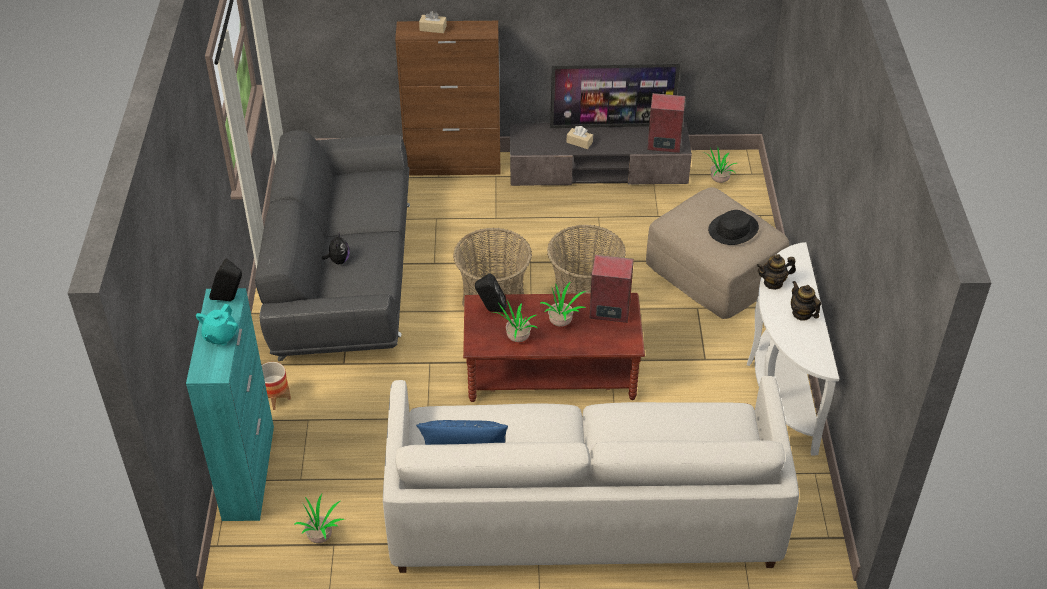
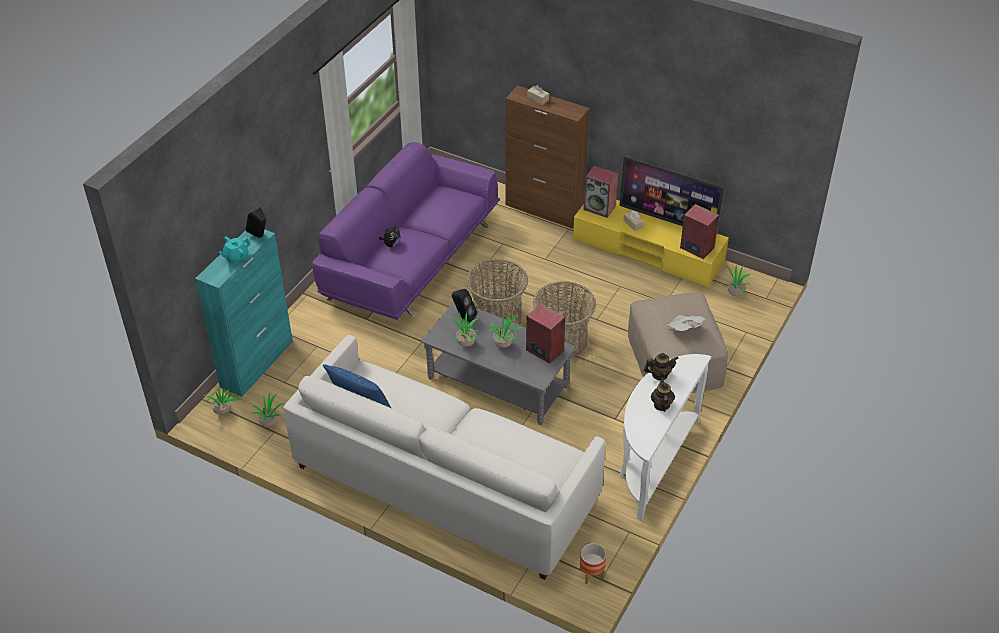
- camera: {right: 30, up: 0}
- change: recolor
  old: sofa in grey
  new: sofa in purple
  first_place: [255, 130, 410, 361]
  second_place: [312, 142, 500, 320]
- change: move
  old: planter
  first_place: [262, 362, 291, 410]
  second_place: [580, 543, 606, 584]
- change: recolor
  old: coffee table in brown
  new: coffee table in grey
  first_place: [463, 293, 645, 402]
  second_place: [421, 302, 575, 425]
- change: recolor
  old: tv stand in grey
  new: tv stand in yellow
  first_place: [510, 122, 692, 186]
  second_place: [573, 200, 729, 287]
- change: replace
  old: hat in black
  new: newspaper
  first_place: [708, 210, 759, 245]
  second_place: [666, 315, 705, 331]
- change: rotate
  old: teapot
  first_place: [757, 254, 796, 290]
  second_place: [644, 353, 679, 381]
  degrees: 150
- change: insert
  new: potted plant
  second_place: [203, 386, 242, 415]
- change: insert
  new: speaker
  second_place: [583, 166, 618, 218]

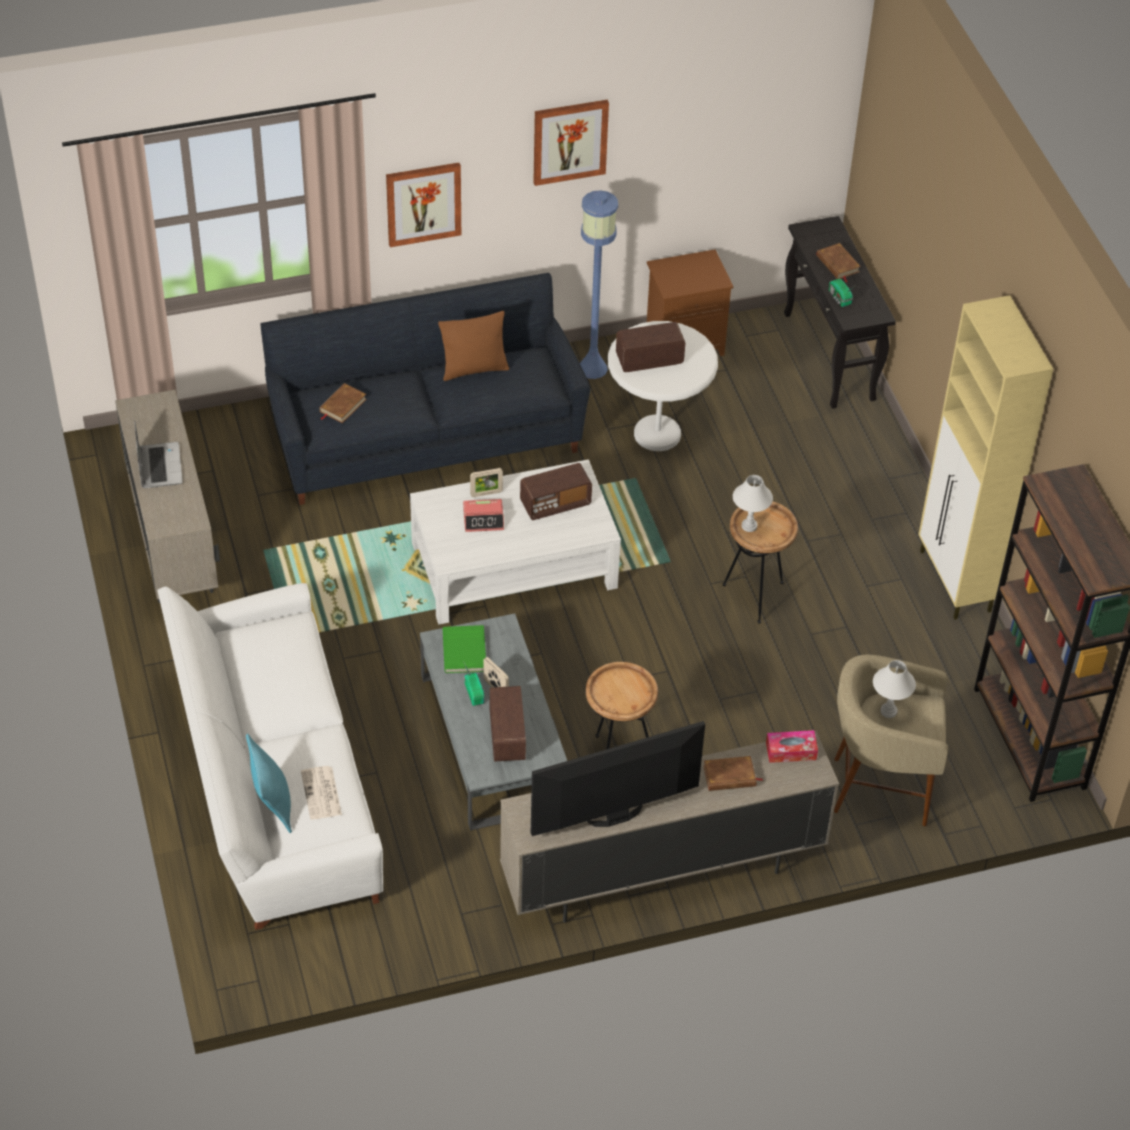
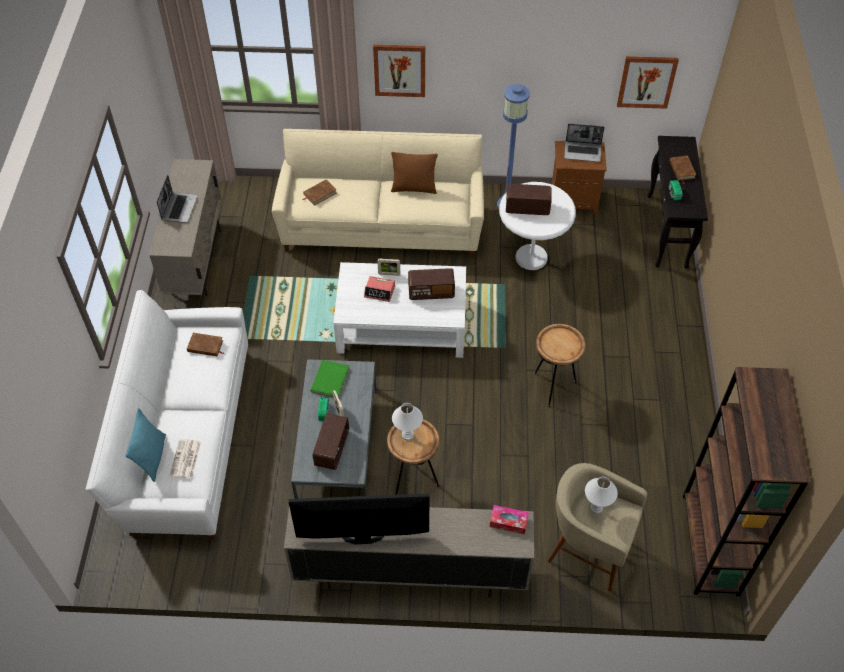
- camera: {right: 20, up: 5}
- change: recolor
  old: sofa in black
  new: sofa in beige
  first_place: [260, 273, 590, 505]
  second_place: [272, 129, 484, 258]
- change: move
  old: picture
  first_place: [533, 100, 609, 186]
  second_place: [617, 56, 679, 109]
- change: move
  old: book in brown
  first_place: [703, 756, 763, 791]
  second_place: [187, 333, 224, 356]
- change: move
  old: table lamp in white
  first_place: [733, 475, 773, 532]
  second_place: [392, 403, 423, 441]
- change: delete
  old: cabinet in beige
  first_place: [918, 295, 1053, 620]
- change: insert
  new: laptop
  second_place: [564, 123, 605, 162]

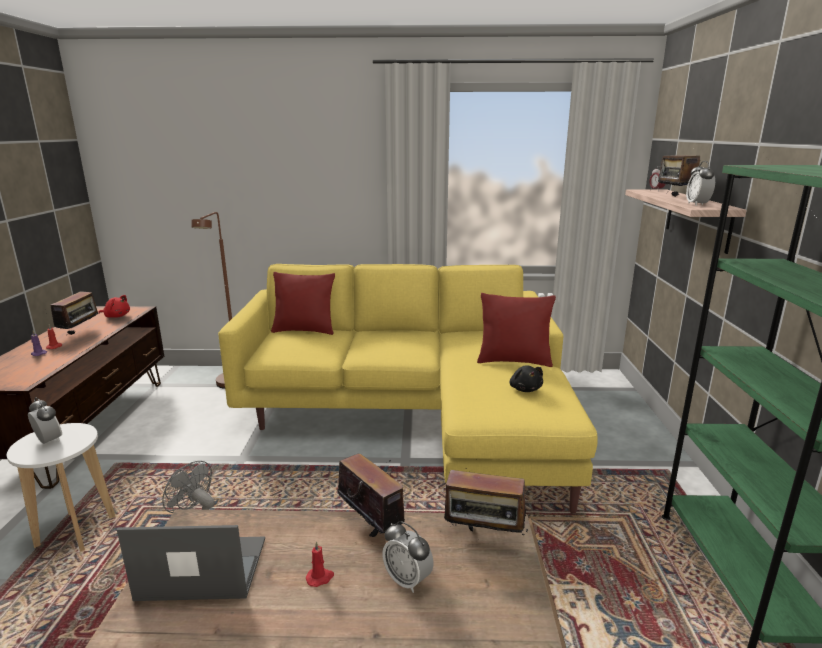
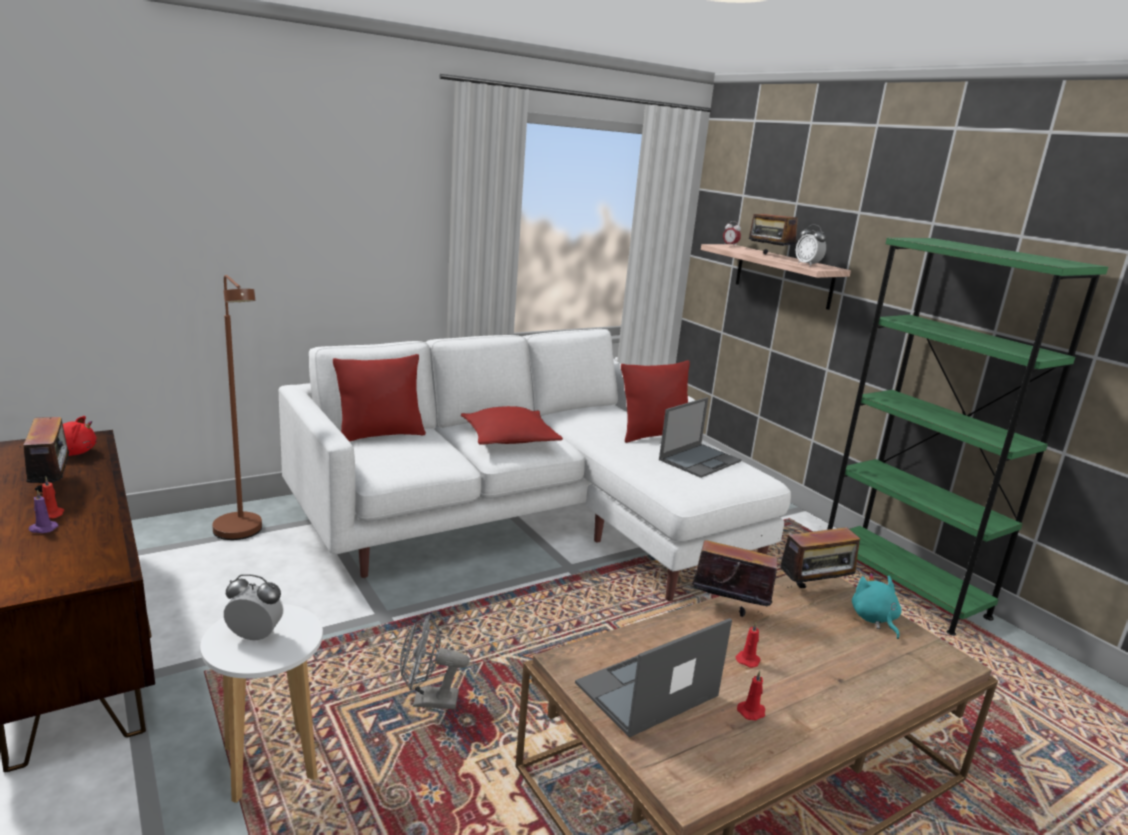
- camera: {right: -35, up: 0}
- change: recolor
  old: sofa in yellow
  new: sofa in white
  first_place: [218, 264, 598, 513]
  second_place: [279, 329, 791, 601]
- change: delete
  old: alarm clock
  first_place: [382, 521, 434, 593]
- change: replace
  old: plush toy in black
  new: laptop
  first_place: [510, 365, 543, 392]
  second_place: [659, 397, 741, 478]
- change: insert
  new: pillow in red
  second_place: [461, 406, 563, 445]
- change: insert
  new: candle in red
  second_place: [737, 671, 765, 721]
- change: insert
  new: plush toy in turquoise
  second_place: [852, 573, 902, 639]

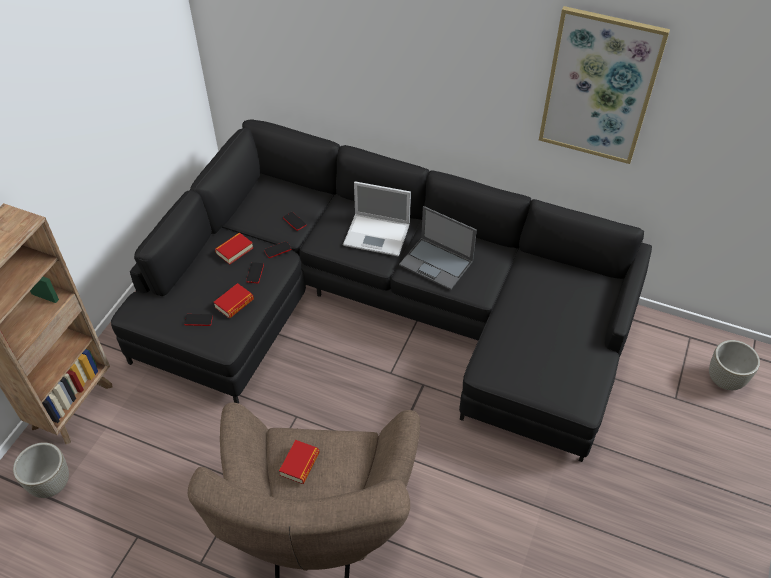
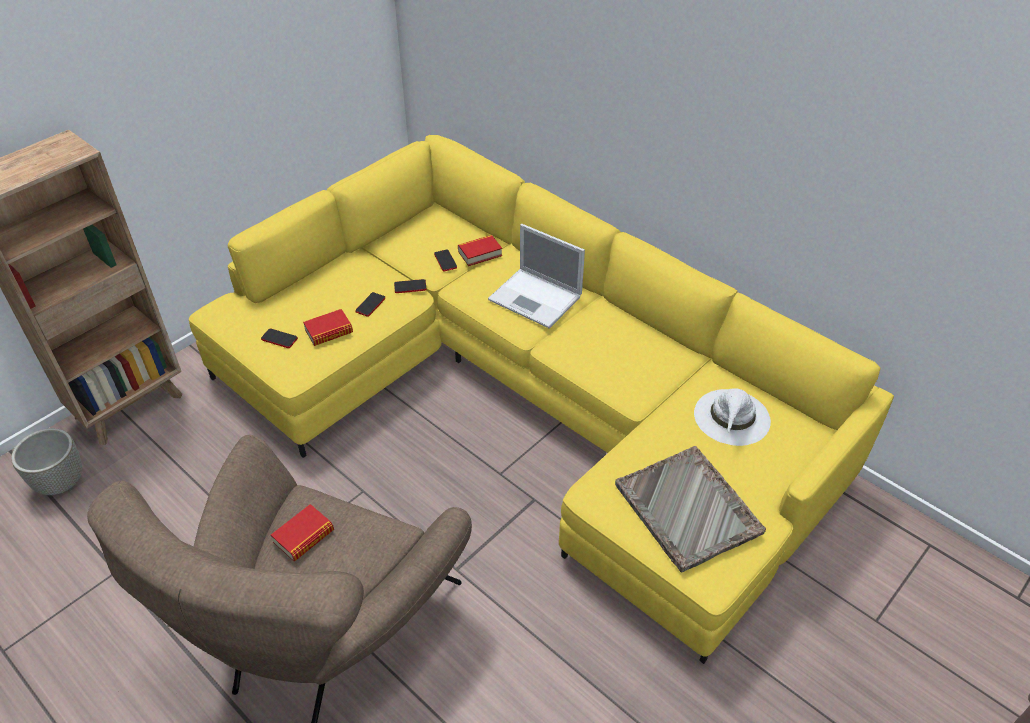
- camera: {right: 20, up: -5}
- change: recolor
  old: sofa in black
  new: sofa in yellow
  first_place: [111, 119, 652, 462]
  second_place: [189, 135, 894, 664]
- change: move
  old: book
  first_place: [215, 233, 253, 265]
  second_place: [458, 235, 502, 266]
- change: delete
  old: laptop
  first_place: [399, 206, 477, 290]
- change: delete
  old: picture
  first_place: [539, 6, 670, 164]
- change: delete
  old: planter in grey
  first_place: [709, 340, 760, 390]
- change: insert
  new: tray in grey
  second_place: [615, 446, 766, 572]
- change: insert
  new: hat in white
  second_place: [694, 388, 771, 446]

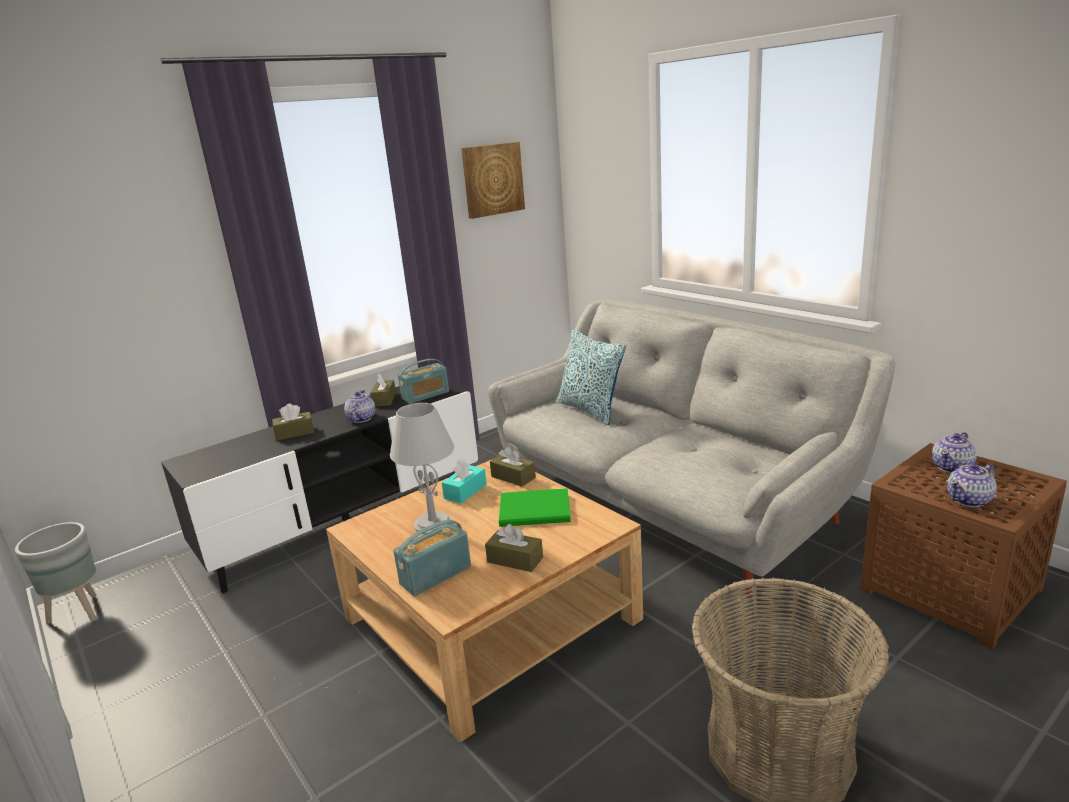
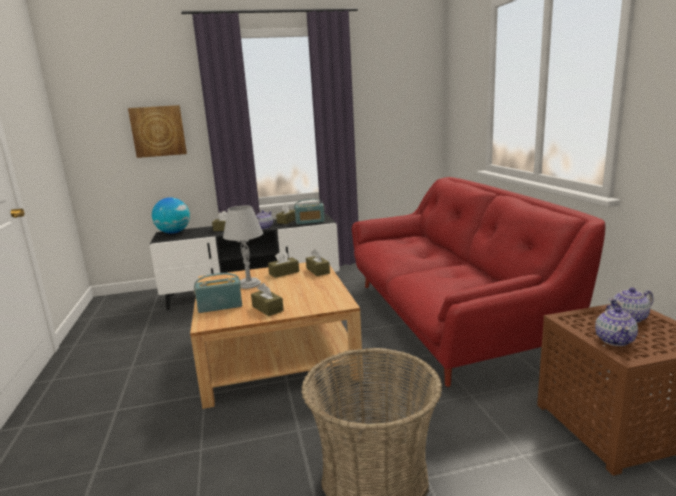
- camera: {right: 25, up: -5}
- change: delete
  old: planter in grey
  first_place: [15, 522, 96, 624]
- change: recolor
  old: tissue box in turquoise
  new: tissue box in brown
  first_place: [442, 459, 487, 503]
  second_place: [268, 250, 299, 278]
- change: move
  old: picture
  first_place: [461, 142, 525, 219]
  second_place: [128, 105, 187, 158]
- change: recolor
  old: sofa in grey
  new: sofa in red
  first_place: [488, 299, 895, 597]
  second_place: [352, 177, 605, 387]
- change: delete
  old: book in green
  first_place: [499, 488, 571, 527]
- change: delete
  old: pillow
  first_place: [557, 330, 626, 425]
- change: rotate
  old: teapot
  first_place: [947, 463, 997, 507]
  second_place: [595, 305, 638, 346]
  degrees: -75
- change: insert
  new: globe
  second_place: [152, 197, 190, 234]

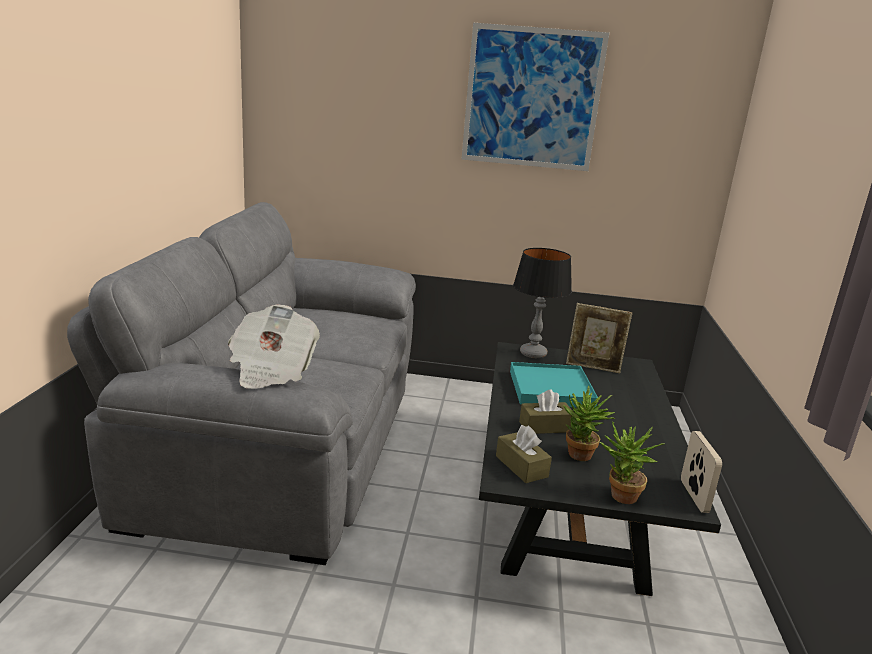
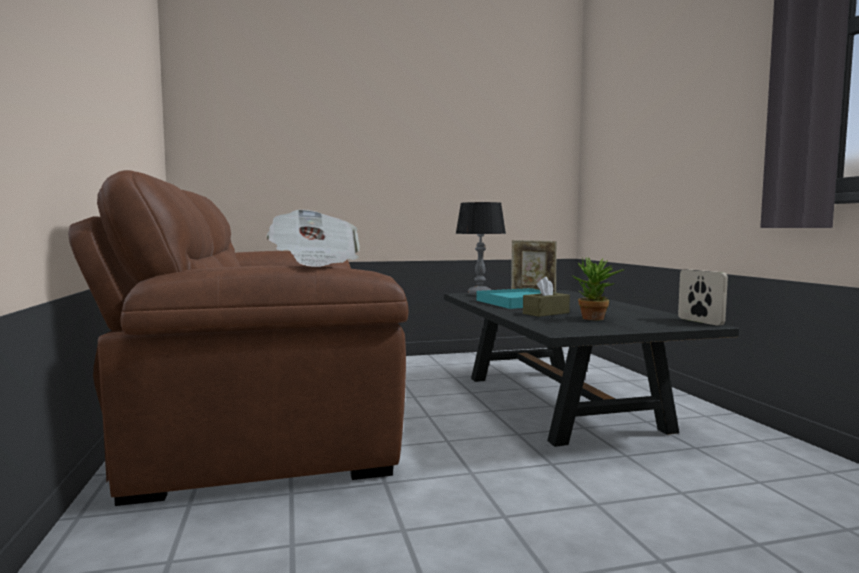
- camera: {right: -20, up: -15}
- change: recolor
  old: sofa in grey
  new: sofa in brown
  first_place: [67, 202, 416, 565]
  second_place: [68, 170, 409, 506]
- change: delete
  old: picture
  first_place: [461, 23, 609, 171]
- change: delete
  old: tissue box in brown
  first_place: [496, 425, 552, 483]
- change: delete
  old: potted plant
  first_place: [600, 421, 664, 504]

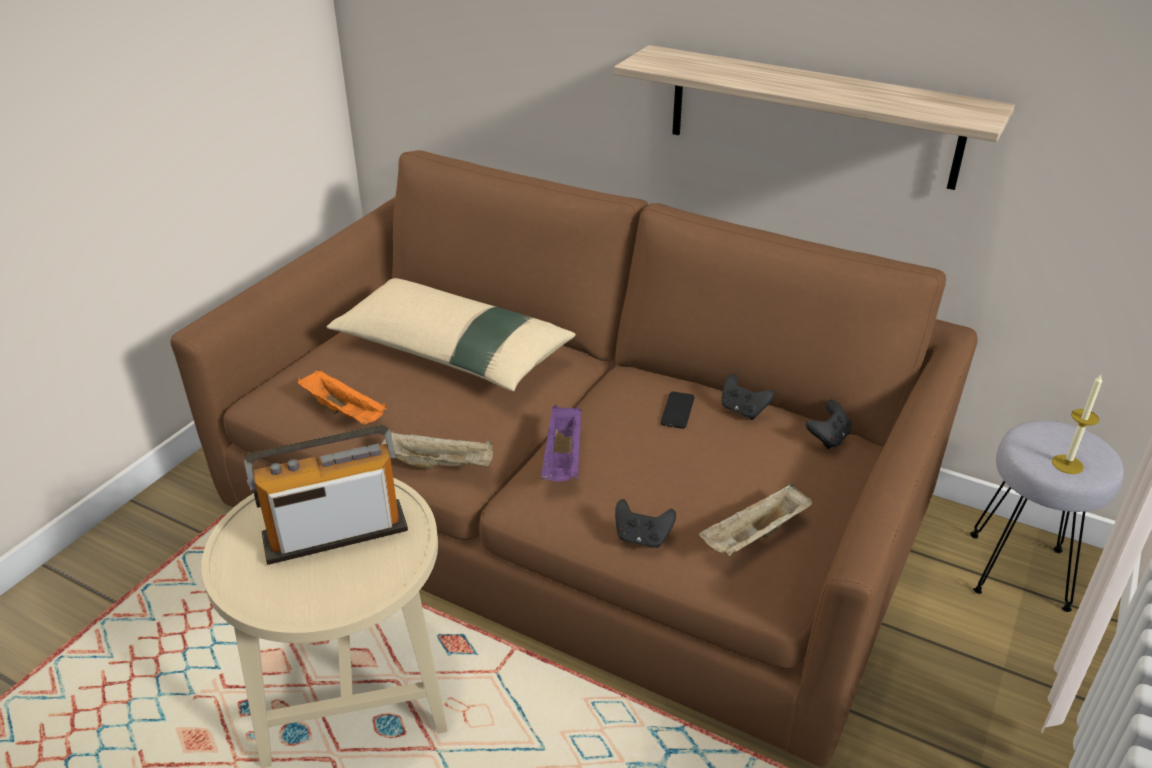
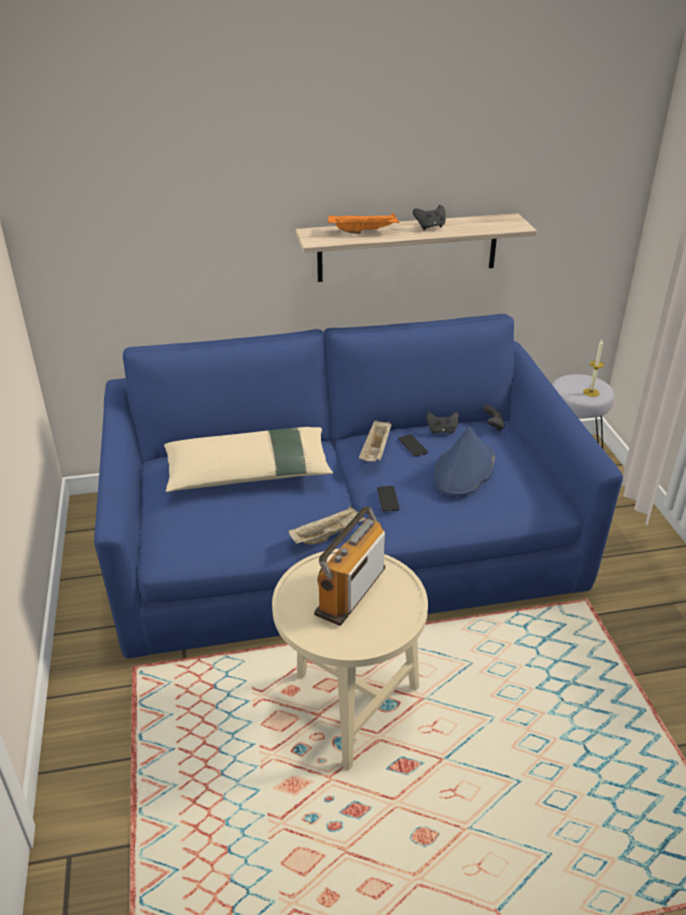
- camera: {right: -40, up: 0}
- change: recolor
  old: sofa in brown
  new: sofa in blue
  first_place: [170, 150, 978, 766]
  second_place: [94, 314, 623, 658]
- change: move
  old: tray in orange
  first_place: [298, 370, 387, 425]
  second_place: [328, 213, 399, 234]
- change: replace
  old: tray in purple
  new: phone
  first_place: [541, 405, 582, 481]
  second_place: [377, 486, 400, 511]
- change: move
  old: game controller in black
  first_place: [615, 499, 676, 548]
  second_place: [413, 205, 446, 230]
- change: move
  old: tray in beige
  first_place: [699, 484, 812, 556]
  second_place: [359, 419, 392, 461]
- change: insert
  new: hat in blue
  second_place: [434, 427, 495, 497]

